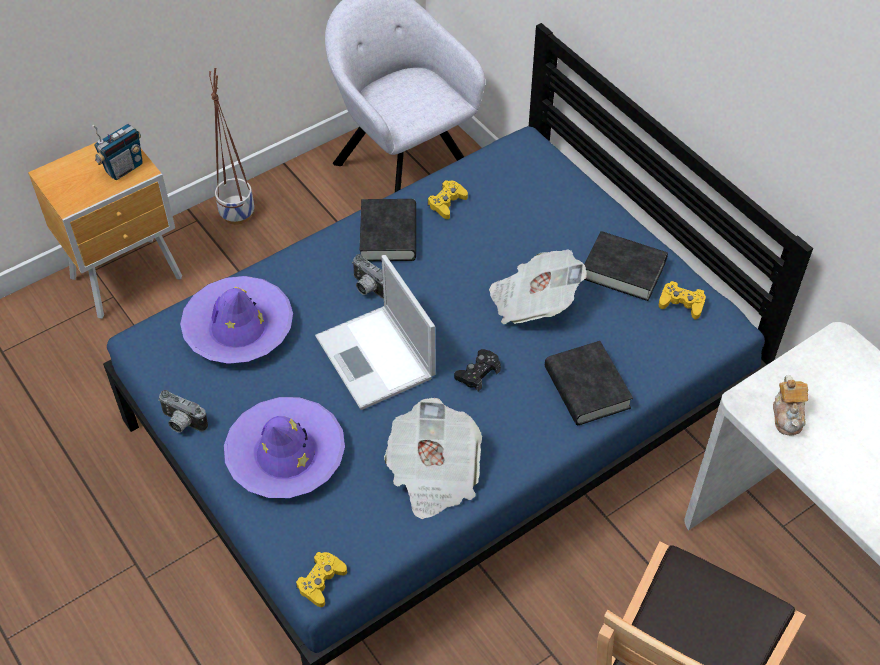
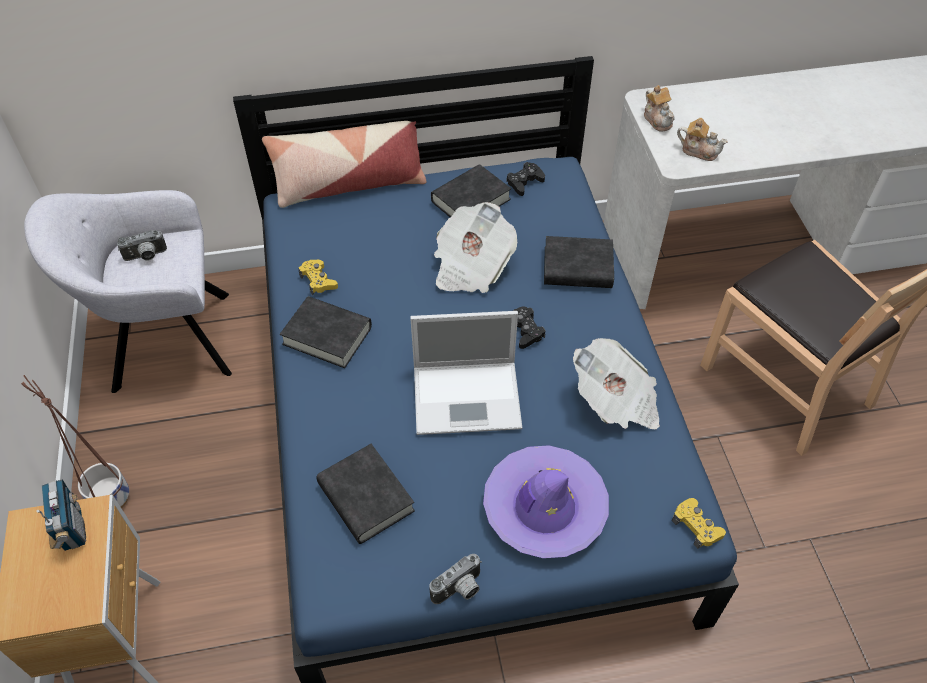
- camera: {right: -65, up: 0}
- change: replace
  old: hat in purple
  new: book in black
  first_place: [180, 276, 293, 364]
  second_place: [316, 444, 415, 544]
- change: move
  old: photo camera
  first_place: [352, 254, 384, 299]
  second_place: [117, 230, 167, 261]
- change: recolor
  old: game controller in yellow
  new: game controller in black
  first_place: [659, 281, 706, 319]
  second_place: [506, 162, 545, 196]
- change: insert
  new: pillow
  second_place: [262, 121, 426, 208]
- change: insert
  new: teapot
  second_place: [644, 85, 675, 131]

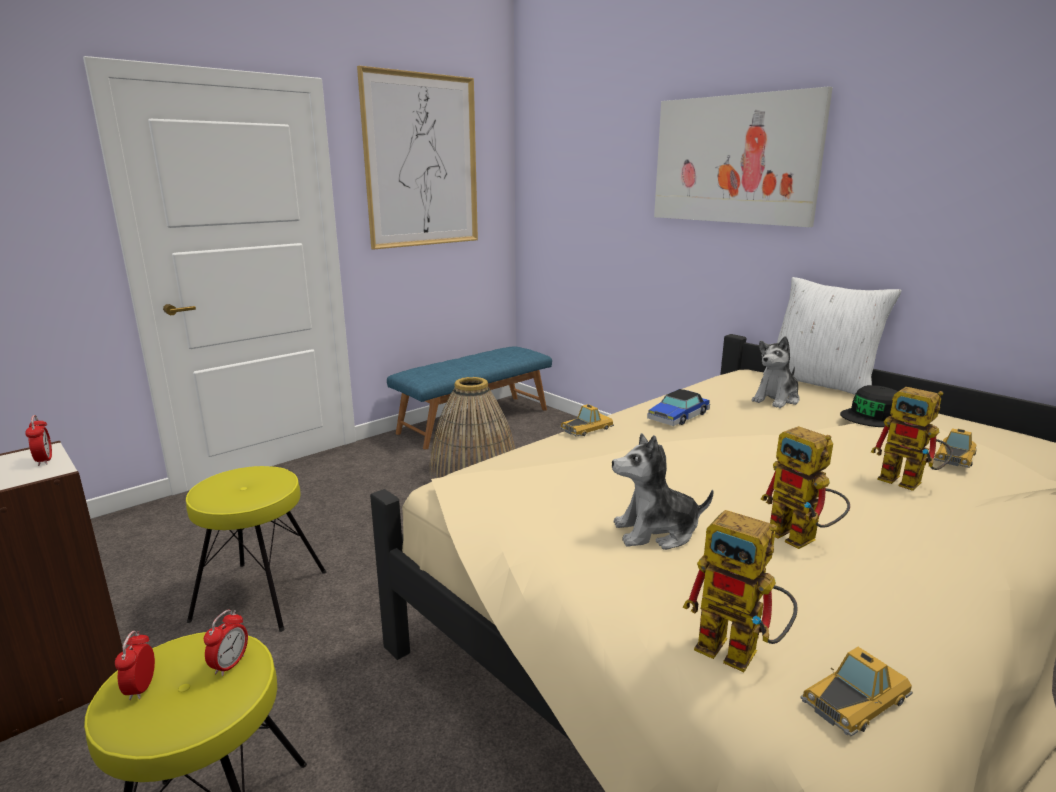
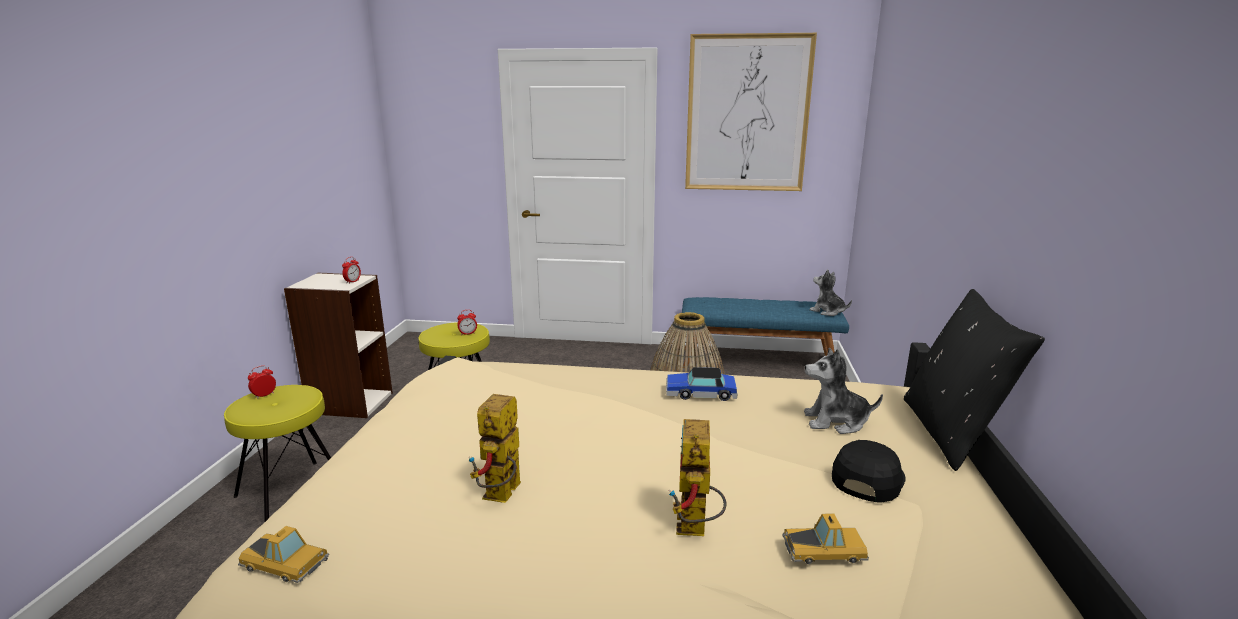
- camera: {right: 50, up: 0}
- change: move
  old: alarm clock
  first_place: [204, 610, 248, 676]
  second_place: [457, 310, 477, 335]
- change: delete
  old: toy car
  first_place: [560, 404, 614, 437]
- change: move
  old: plush toy
  first_place: [612, 433, 714, 550]
  second_place: [809, 269, 852, 316]
- change: delete
  old: picture
  first_place: [654, 86, 833, 227]
- change: delete
  old: toy robot
  first_place: [683, 510, 797, 672]
- change: recolor
  old: pillow in white
  new: pillow in black
  first_place: [763, 277, 902, 395]
  second_place: [904, 289, 1045, 471]
- change: rotate
  old: cap in black
  first_place: [840, 385, 898, 427]
  second_place: [832, 440, 906, 503]
  degrees: 105

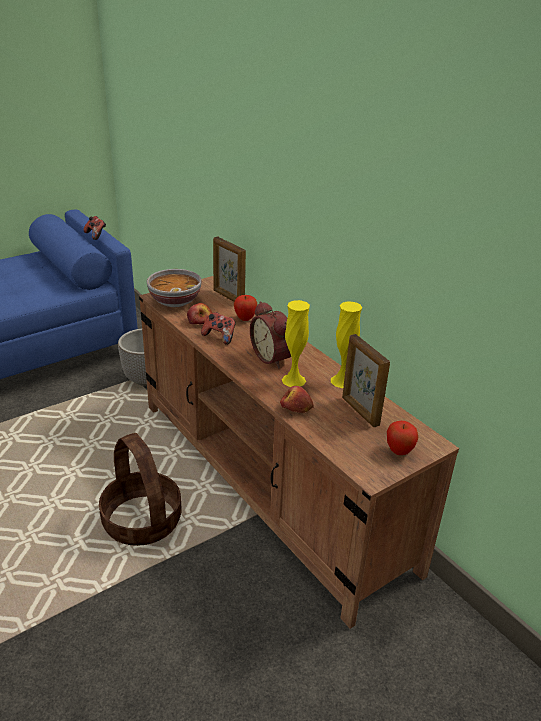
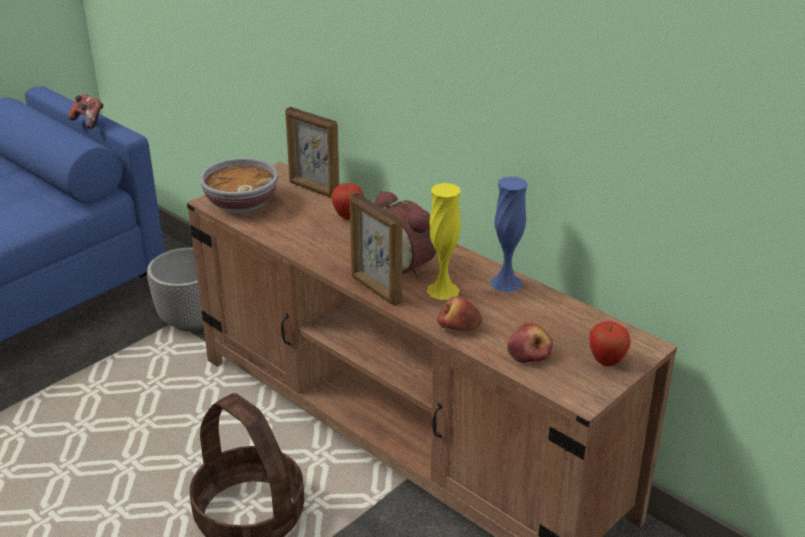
- camera: {right: -10, up: 0}
- change: move
  old: apple
  first_place: [187, 303, 212, 325]
  second_place: [507, 323, 553, 363]
- change: delete
  old: game controller
  first_place: [201, 312, 236, 345]
- change: recolor
  old: vase in yellow
  new: vase in blue
  first_place: [331, 301, 362, 388]
  second_place: [490, 177, 528, 292]
- change: move
  old: picture frame
  first_place: [342, 334, 390, 427]
  second_place: [350, 193, 403, 306]

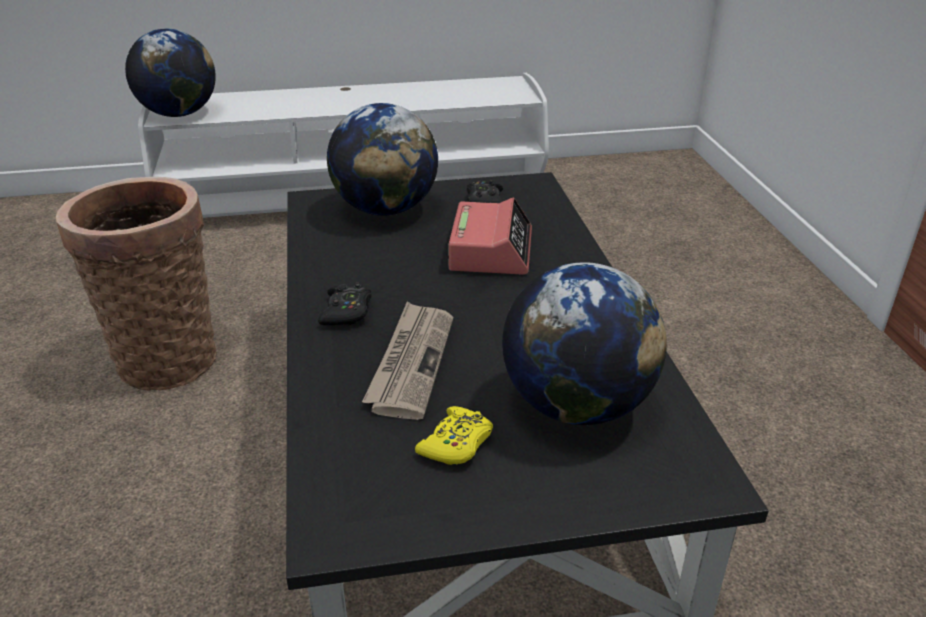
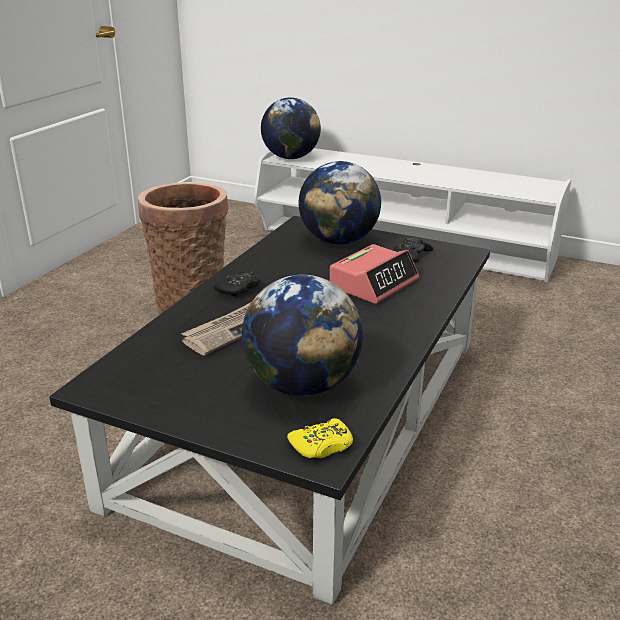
- camera: {right: 35, up: -5}
- change: move
  old: game controller in yellow
  first_place: [415, 406, 493, 465]
  second_place: [287, 418, 353, 459]

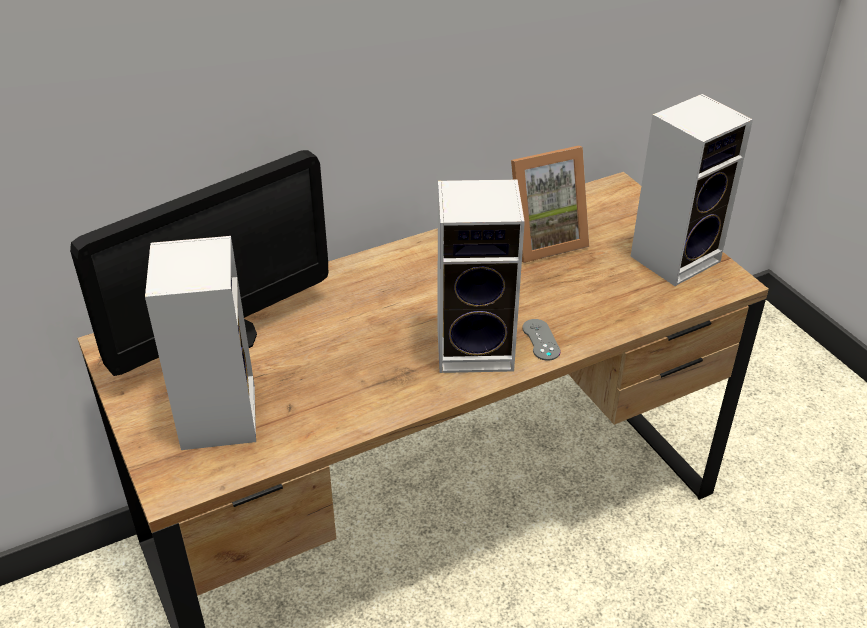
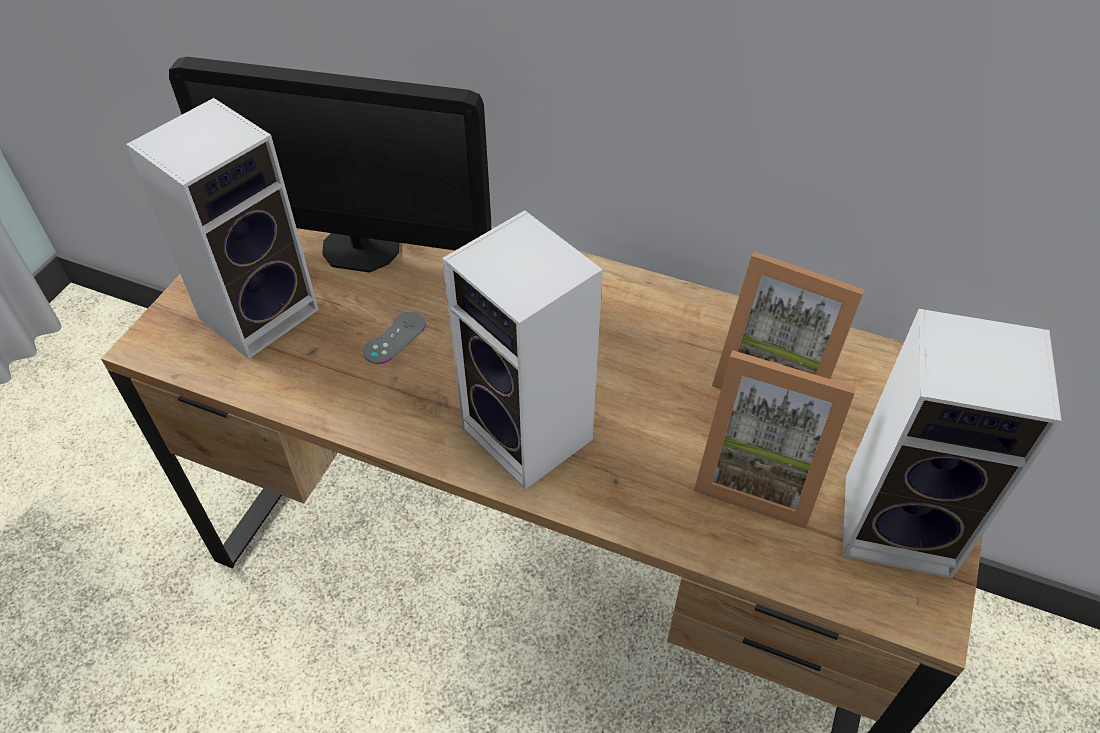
- camera: {right: 50, up: 10}
- change: move
  old: game controller in grey
  first_place: [522, 319, 561, 361]
  second_place: [363, 312, 426, 364]
- change: insert
  new: picture frame
  second_place: [694, 350, 856, 529]

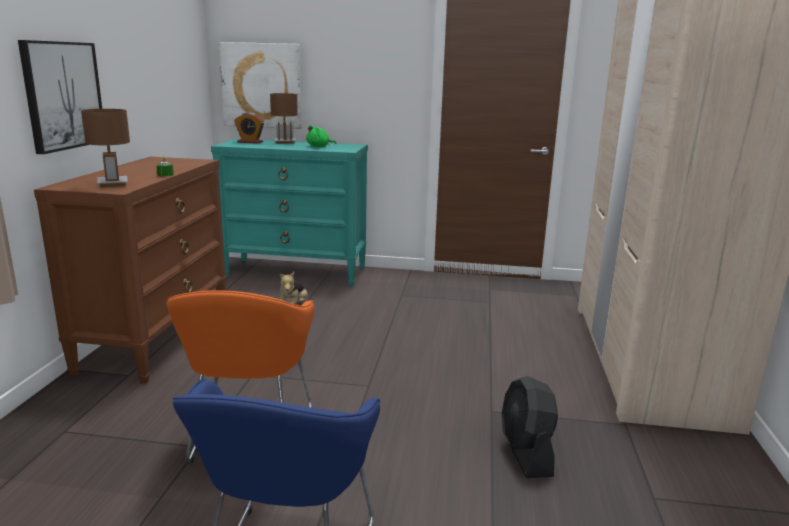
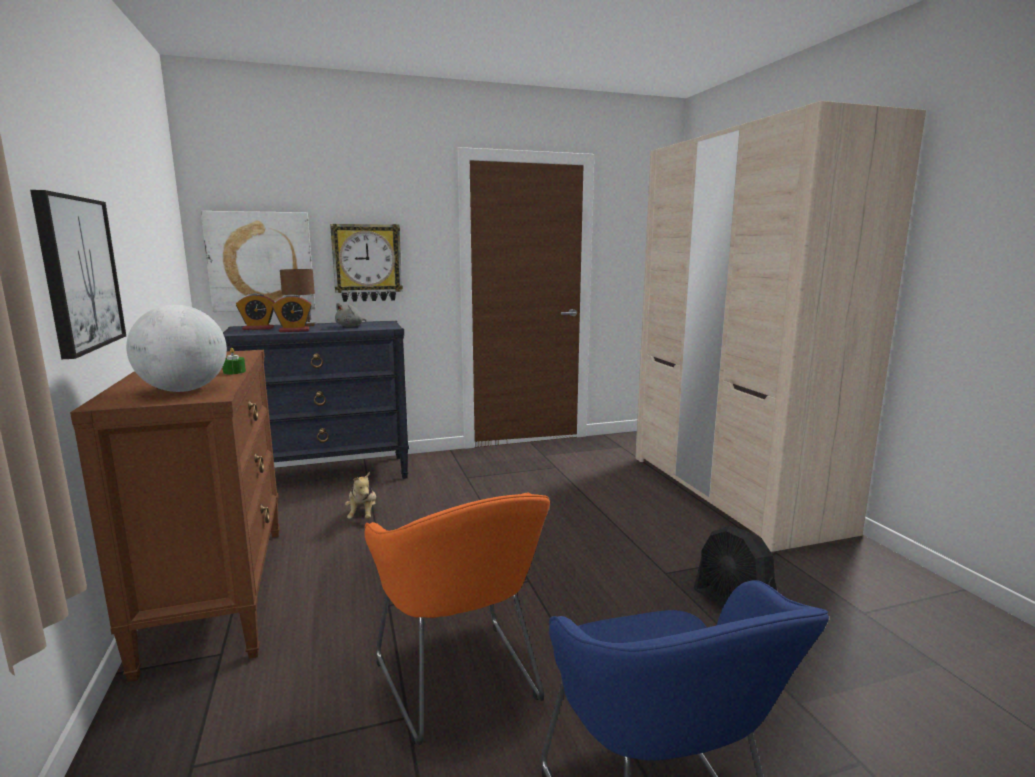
- camera: {right: -25, up: -5}
- change: replace
  old: table lamp in brown
  new: globe
  first_place: [81, 109, 130, 187]
  second_place: [126, 305, 227, 392]
- change: recolor
  old: dresser in turquoise
  new: dresser in black
  first_place: [211, 139, 368, 286]
  second_place: [223, 321, 409, 479]
- change: recolor
  old: plush toy in green
  new: plush toy in grey
  first_place: [306, 125, 336, 147]
  second_place: [335, 303, 367, 327]
- change: insert
  new: alarm clock
  second_place: [272, 294, 312, 332]
- change: insert
  new: wall clock
  second_place: [330, 224, 403, 302]

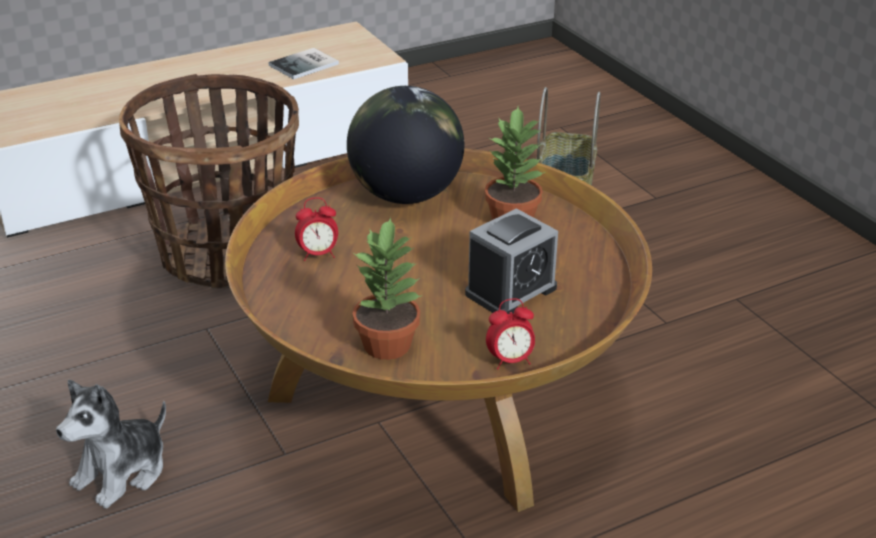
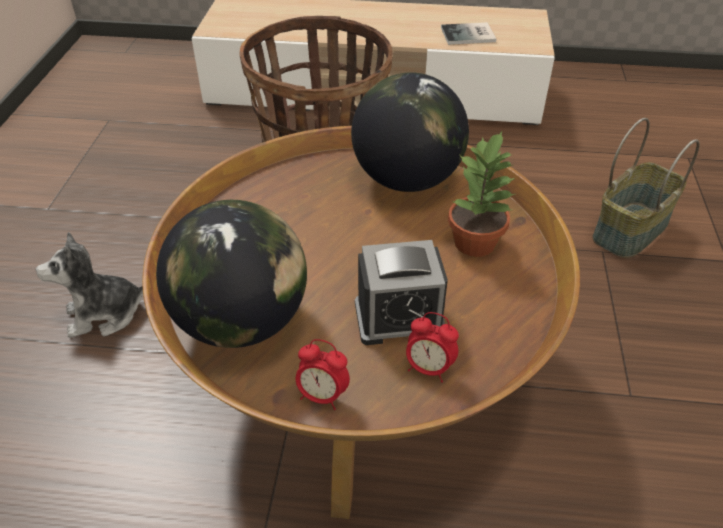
- camera: {right: 35, up: 10}
- change: move
  old: alarm clock
  first_place: [295, 197, 338, 261]
  second_place: [406, 312, 459, 382]
- change: replace
  old: potted plant
  new: globe
  first_place: [353, 217, 423, 360]
  second_place: [156, 200, 307, 348]

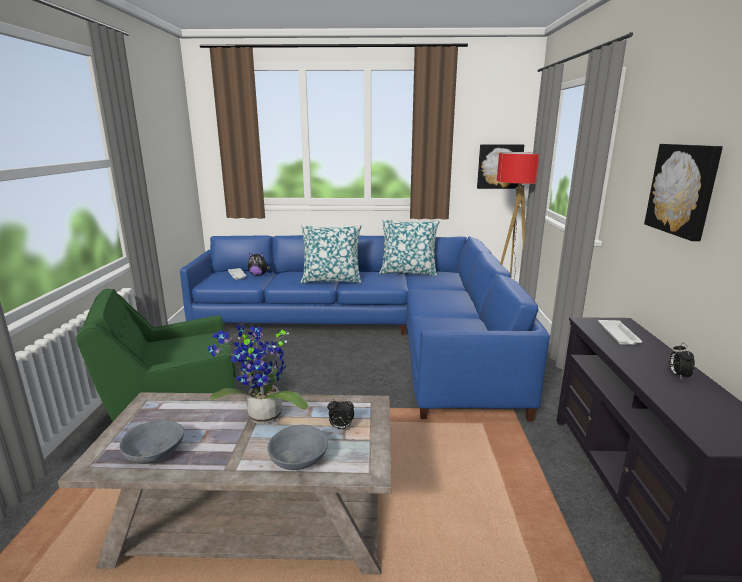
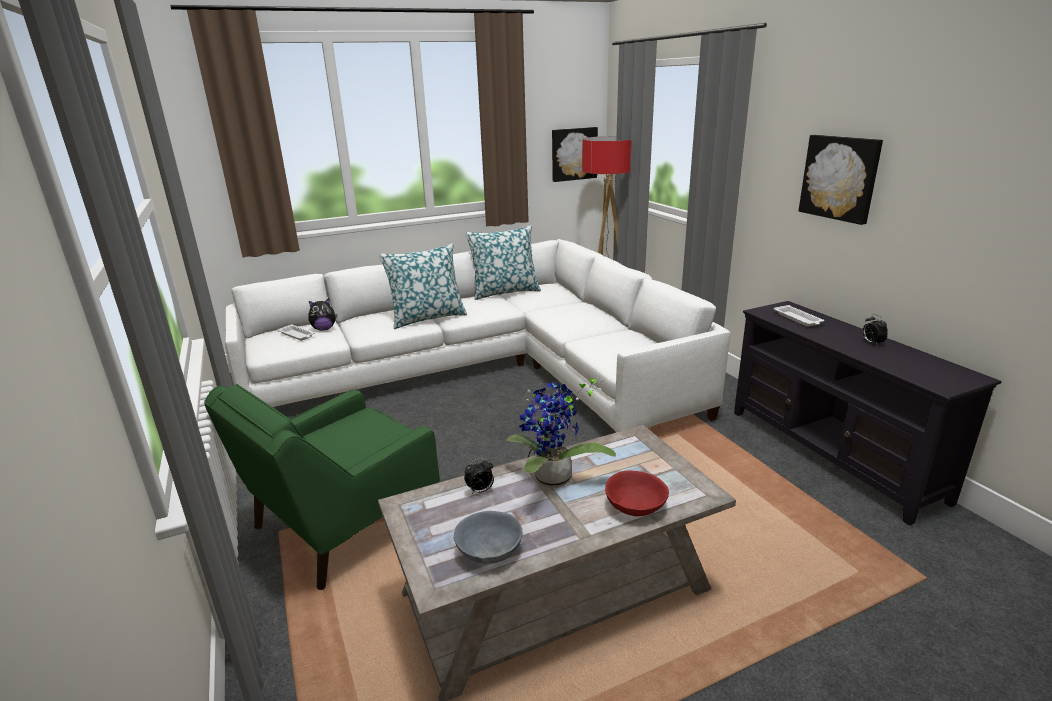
- camera: {right: -25, up: 5}
- change: recolor
  old: sofa in blue
  new: sofa in white
  first_place: [180, 235, 550, 422]
  second_place: [225, 239, 730, 432]
- change: recolor
  old: bowl in grey
  new: bowl in red
  first_place: [267, 425, 328, 470]
  second_place: [605, 470, 669, 516]
- change: move
  old: alarm clock
  first_place: [327, 398, 354, 429]
  second_place: [464, 458, 494, 494]

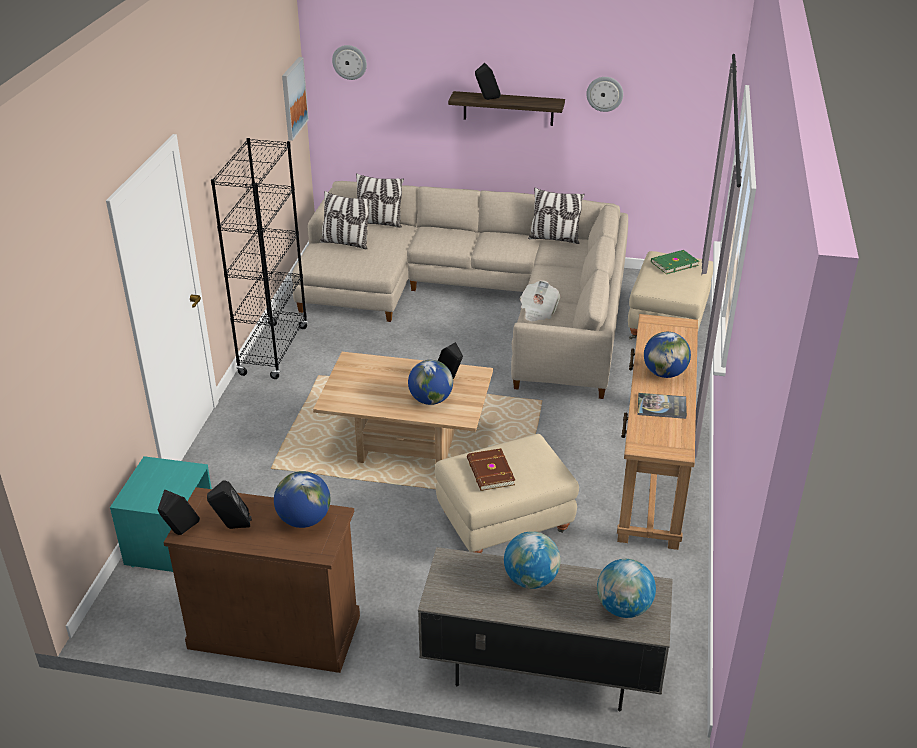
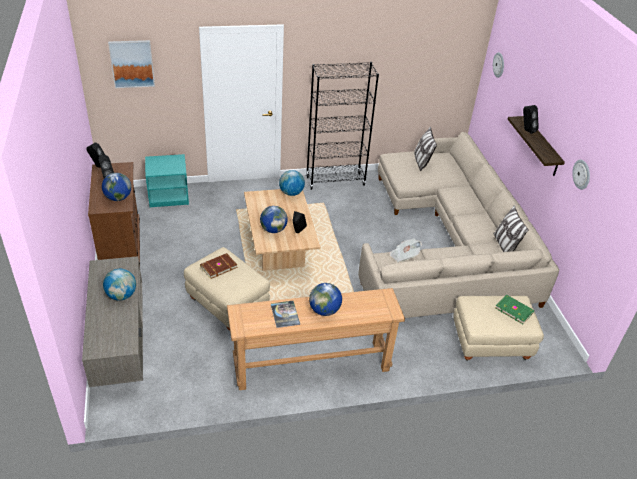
- camera: {right: 65, up: 5}
- change: move
  old: picture
  first_place: [282, 57, 309, 141]
  second_place: [108, 40, 155, 88]
- change: delete
  old: pillow
  first_place: [356, 173, 404, 228]
- change: move
  old: globe
  first_place: [597, 559, 656, 618]
  second_place: [279, 170, 305, 196]

